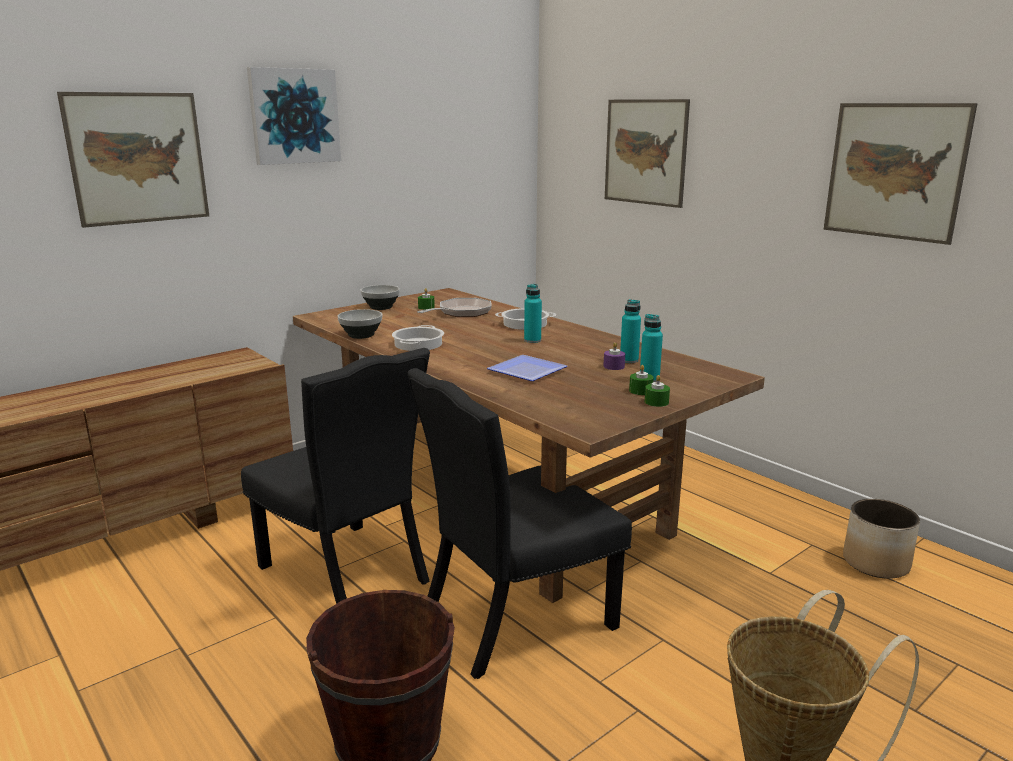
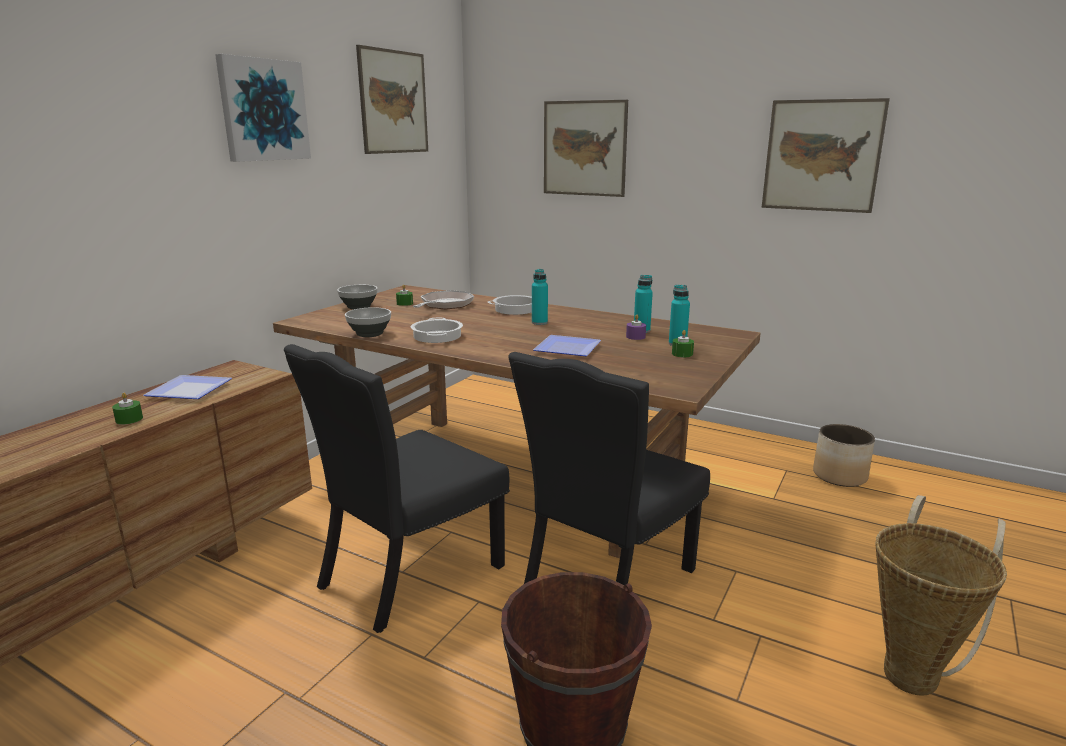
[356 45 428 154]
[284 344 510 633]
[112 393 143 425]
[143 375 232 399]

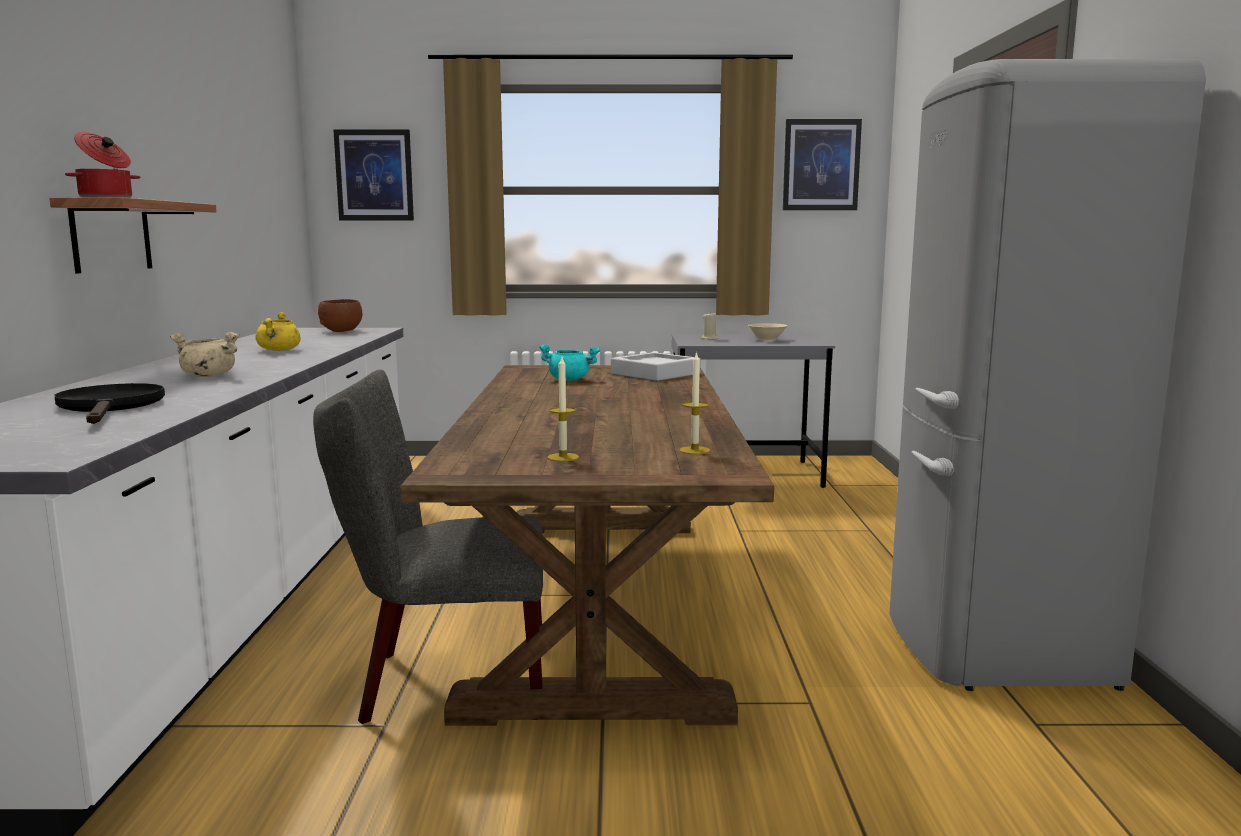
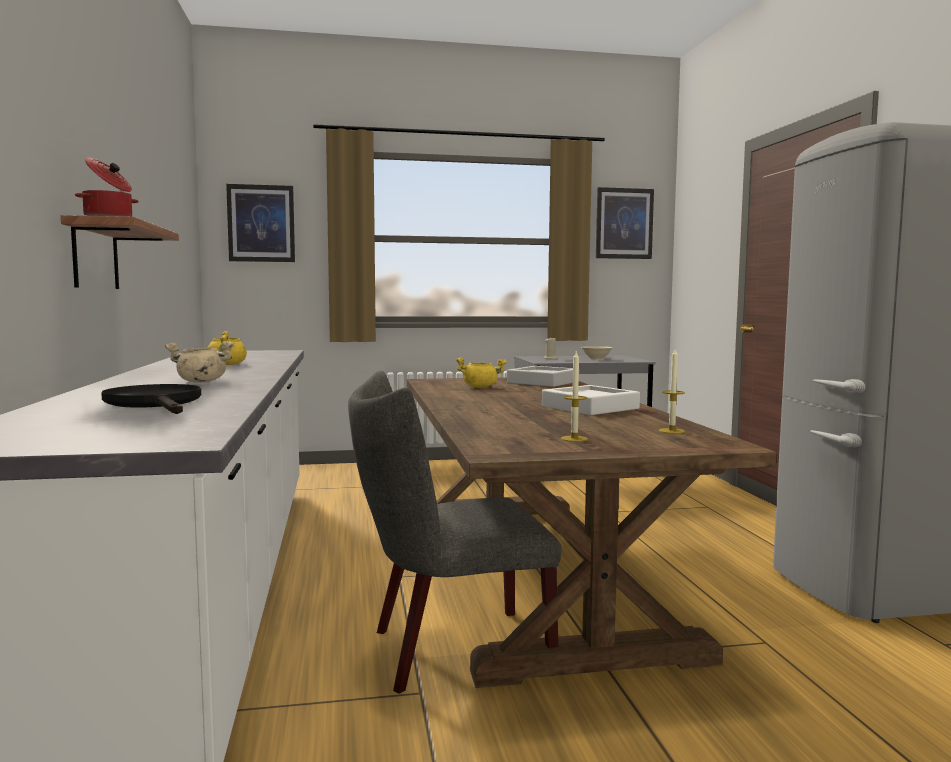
[318 299 362 332] (first image)
[456 357 507 388]
[542 385 640 415]

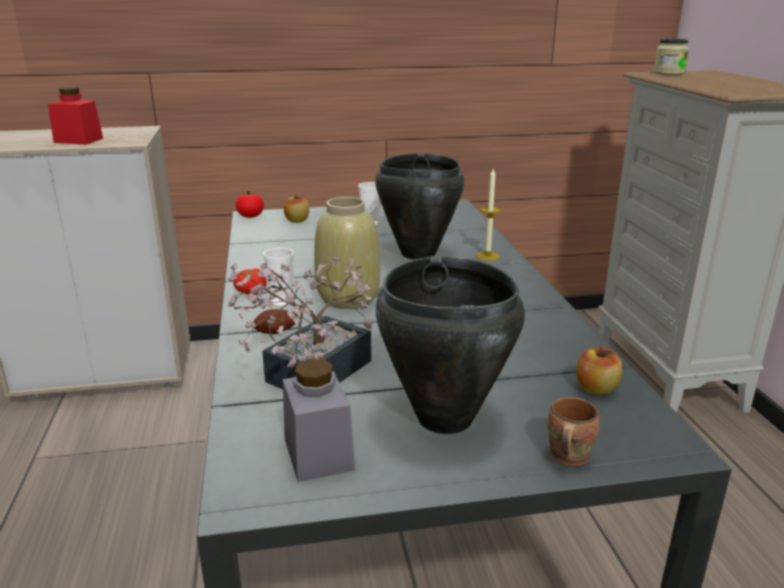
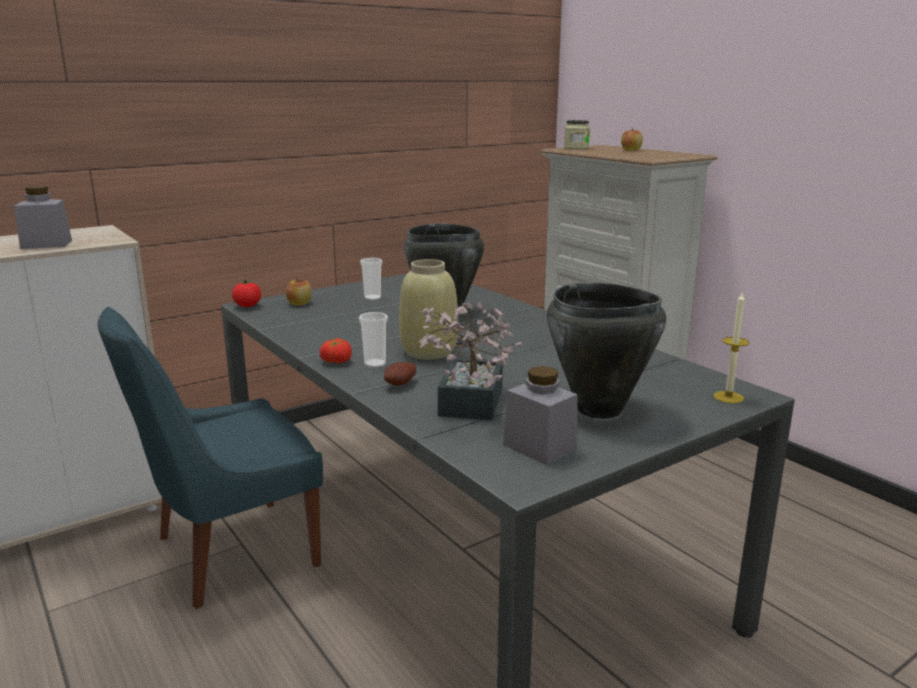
[14 186 72 249]
[713 293 749 403]
[621 128 643 151]
[548 397 599 466] (first image)
[98 307 323 609]

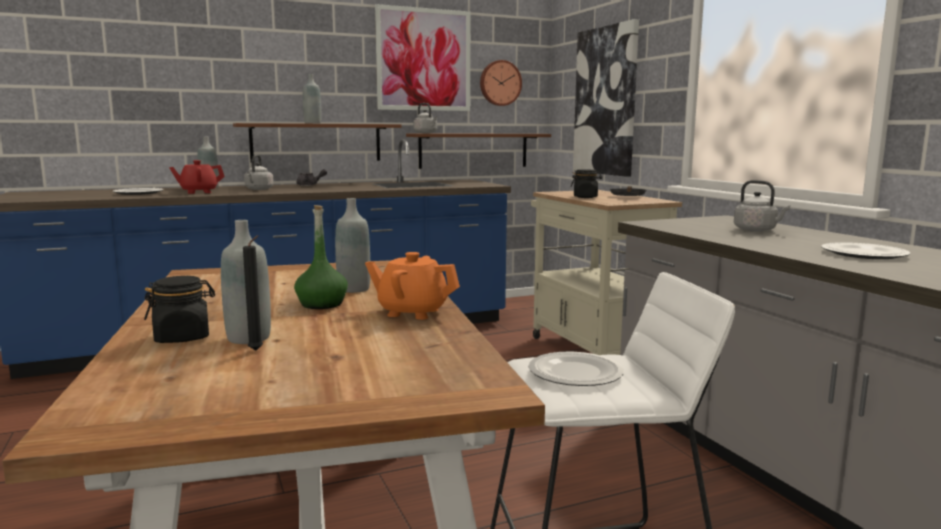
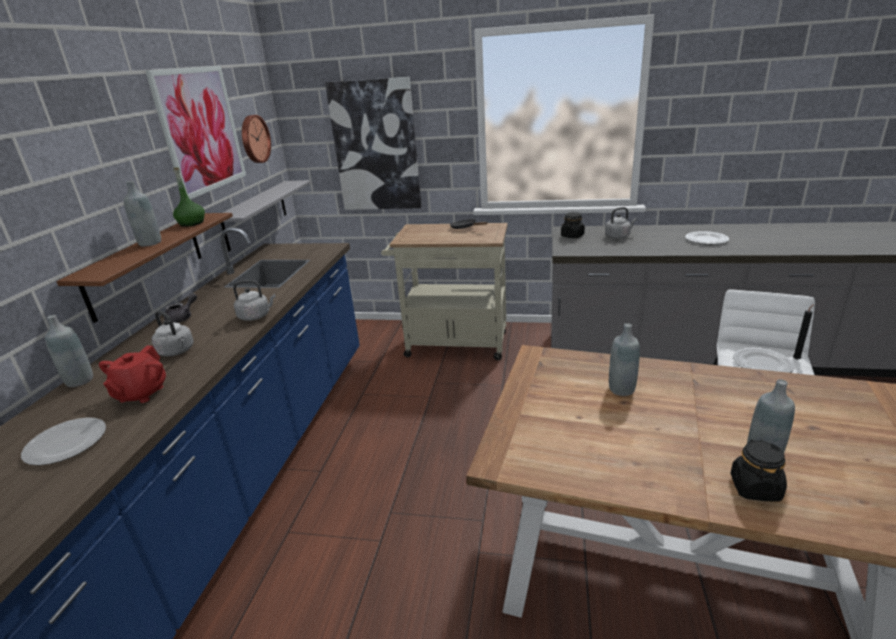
[233 280 276 321]
[221 180 311 251]
[561 212 585 238]
[173 167 205 227]
[793 304 814 360]
[365 252 460 320] (first image)

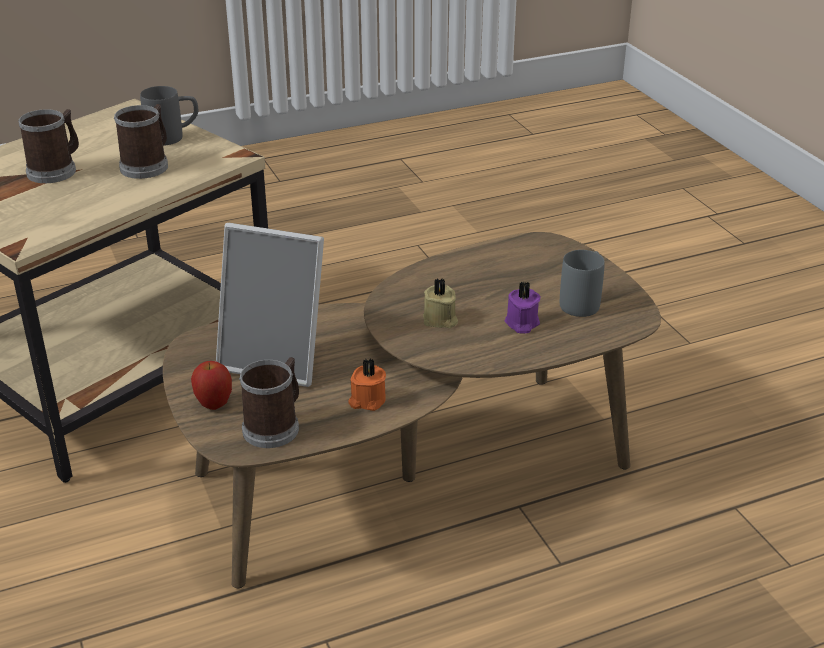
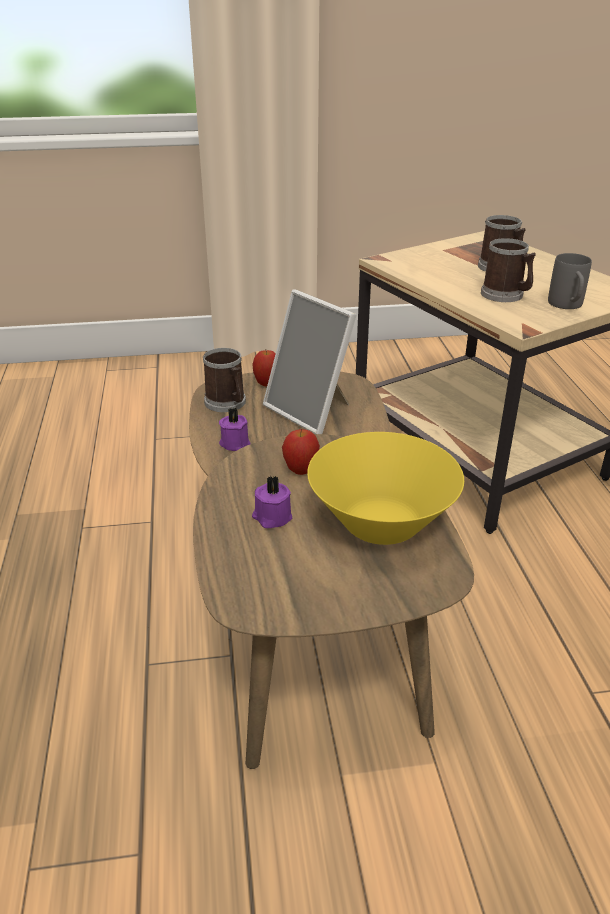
[263 289 356 434]
[560 250 605 317] (first image)
[282 429 320 475]
[219 407 251 451]
[307 432 464 545]

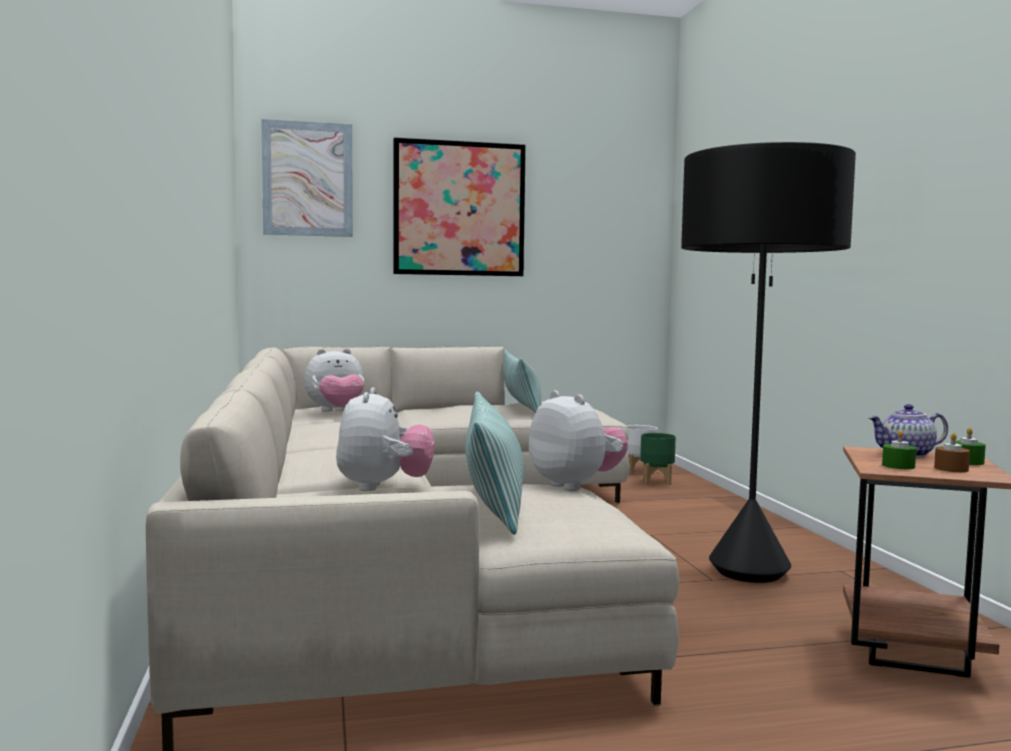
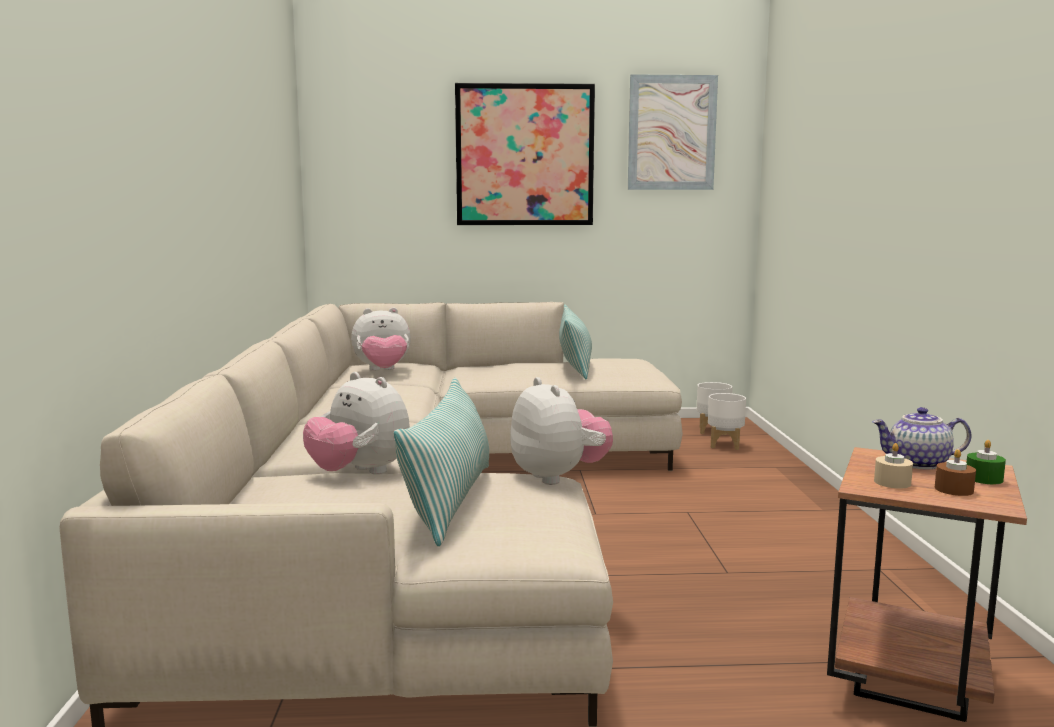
[628 74 718 190]
[681 142 856 583] (first image)
[303 372 410 475]
[874 443 913 488]
[708 393 746 450]

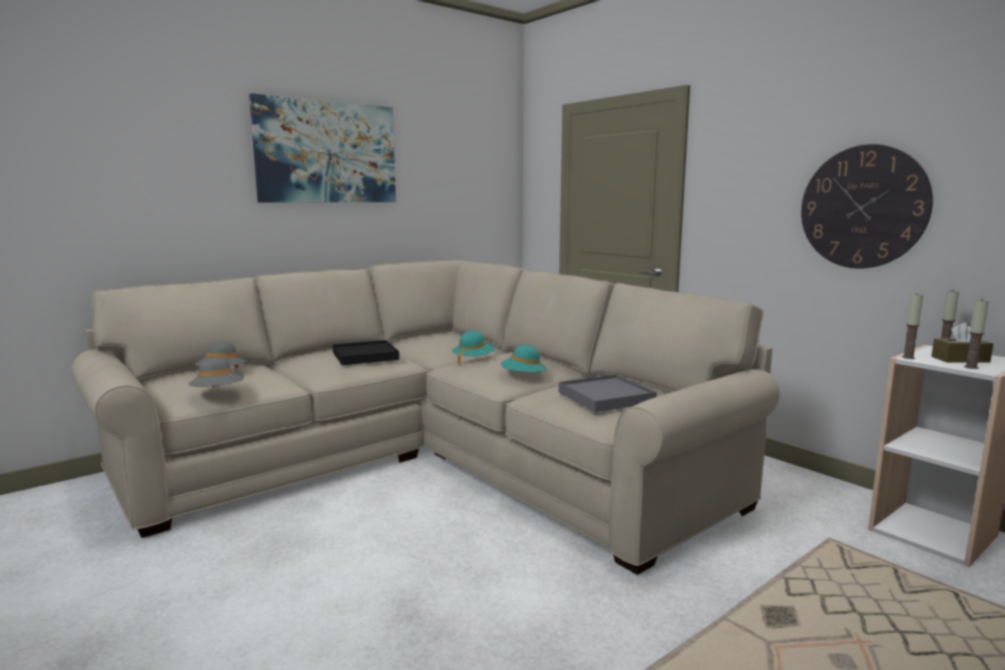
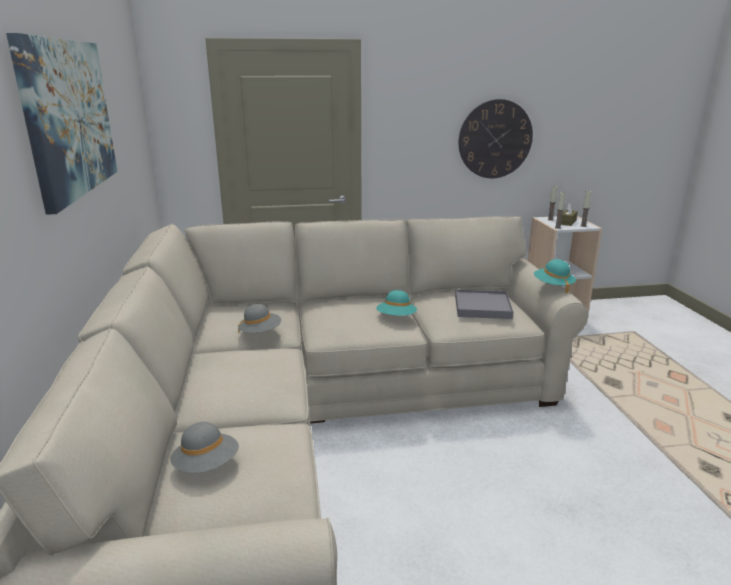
[534 259 576 293]
[333 340 399 365] (first image)
[238 304 281 333]

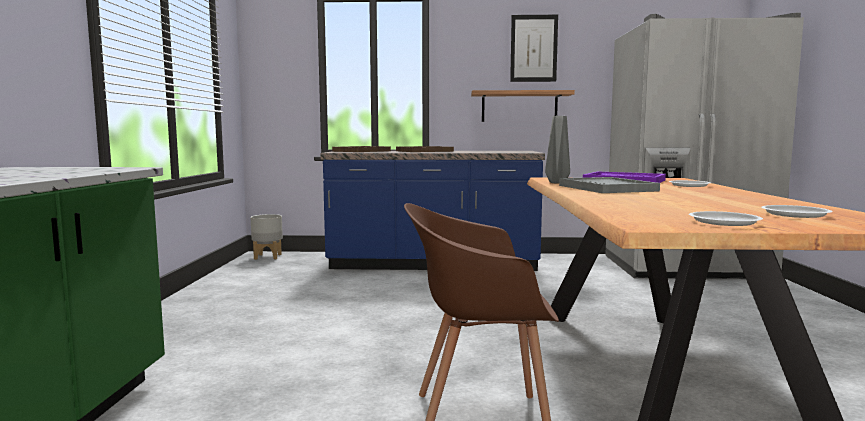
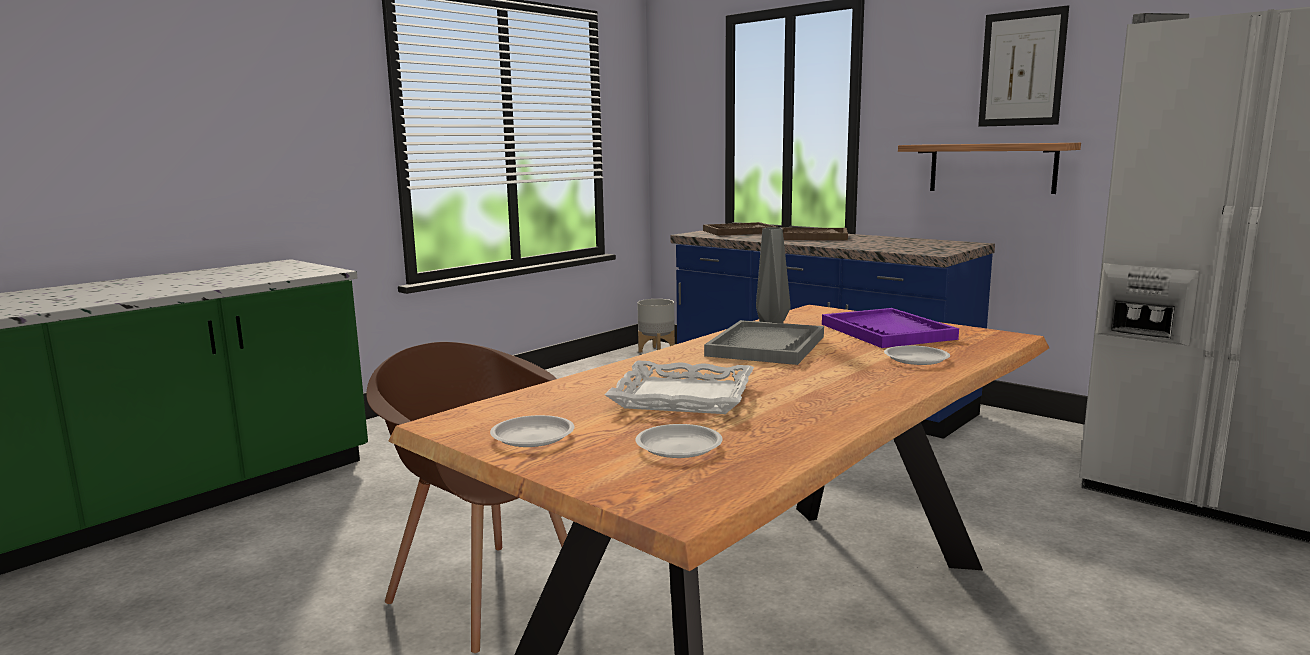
[605 360 754 414]

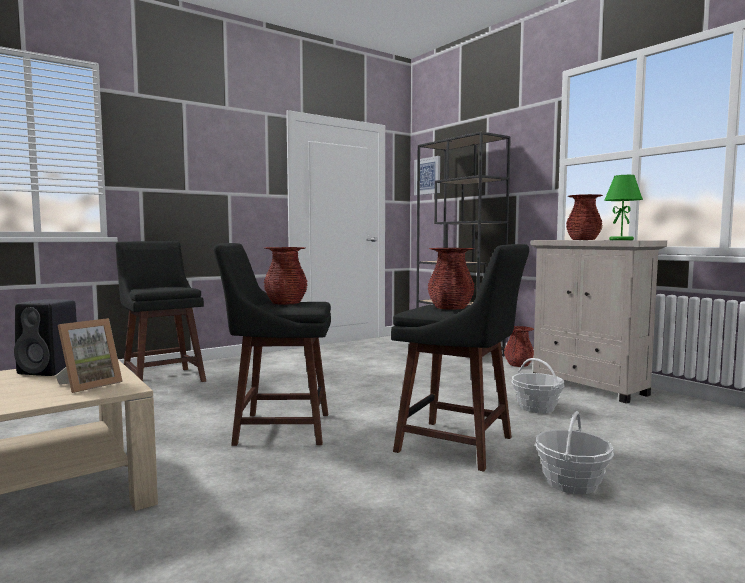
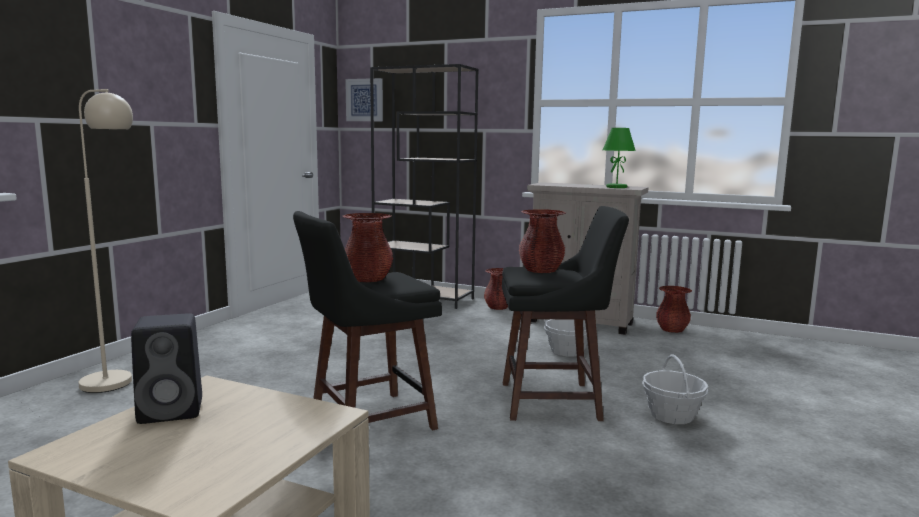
[656 286 692 333]
[78 89 133 393]
[55 318 123 393] (first image)

